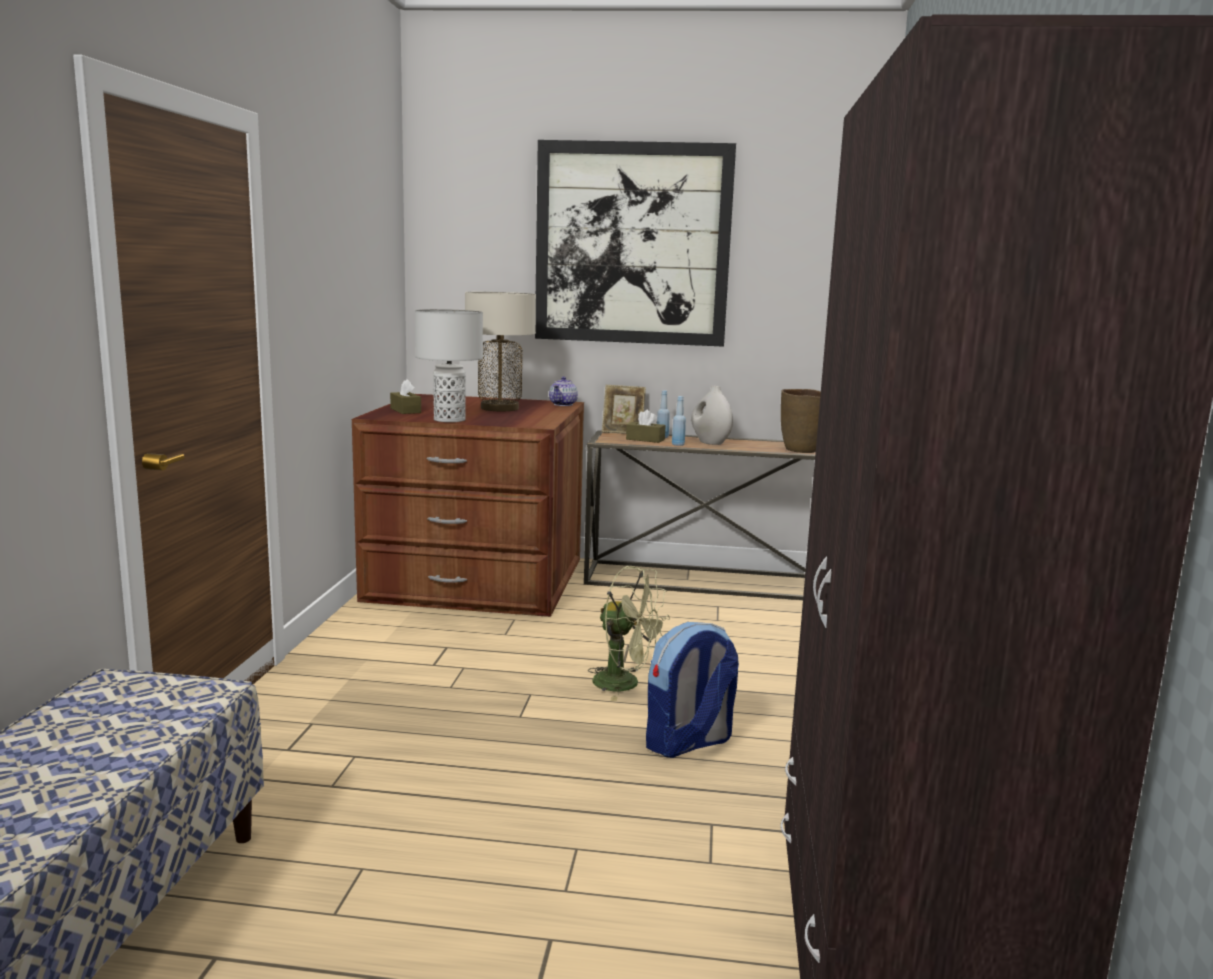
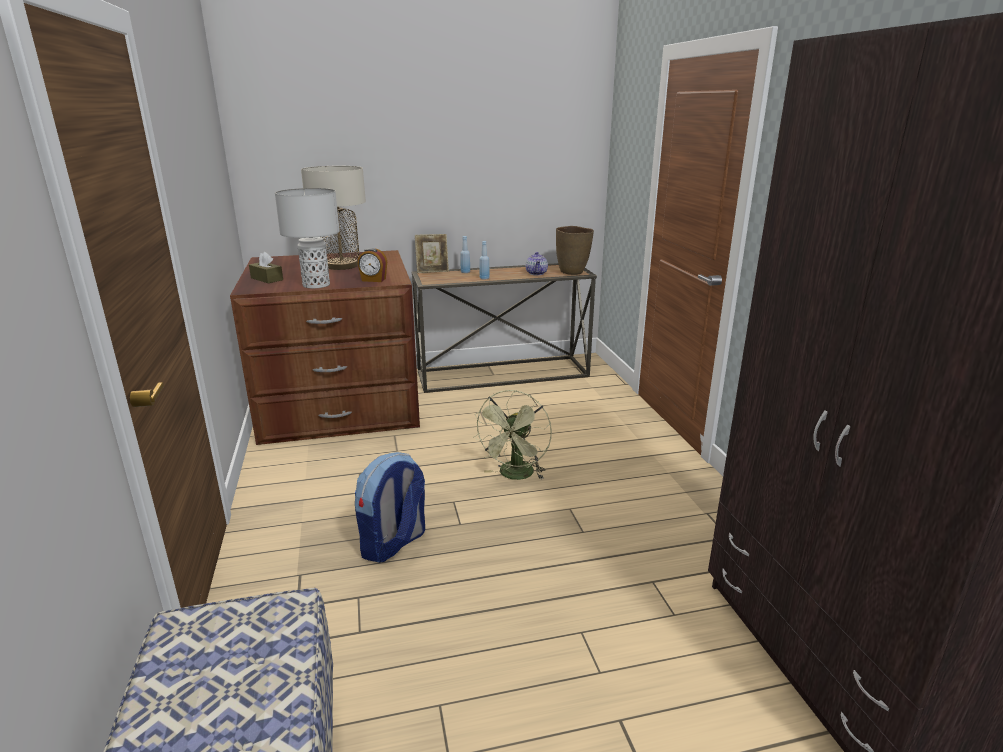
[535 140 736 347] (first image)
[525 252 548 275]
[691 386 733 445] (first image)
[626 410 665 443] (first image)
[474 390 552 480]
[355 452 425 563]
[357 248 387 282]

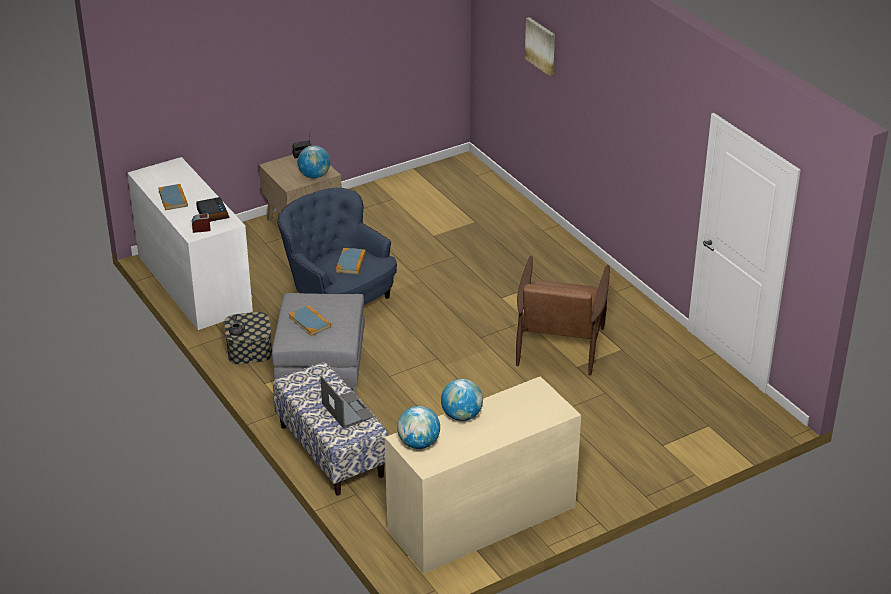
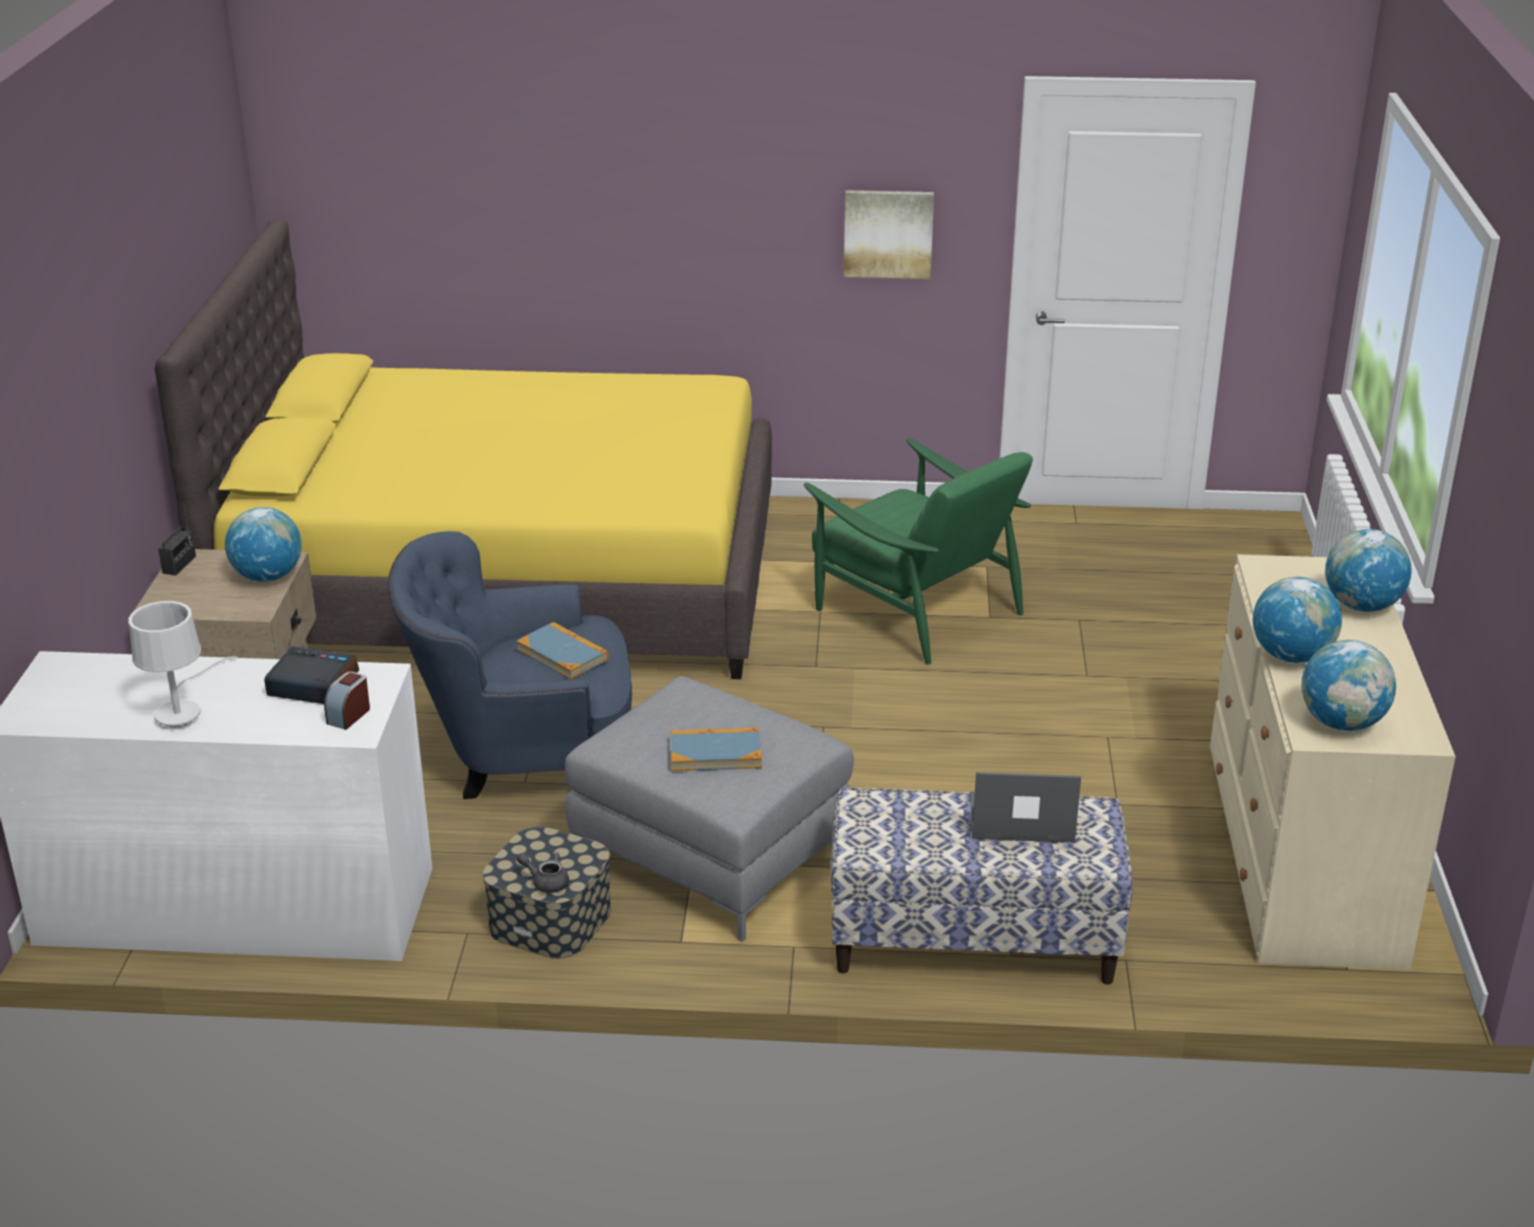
[844 190 934 279]
[128 601 237 728]
[804 438 1033 665]
[155 218 772 679]
[1325 529 1412 612]

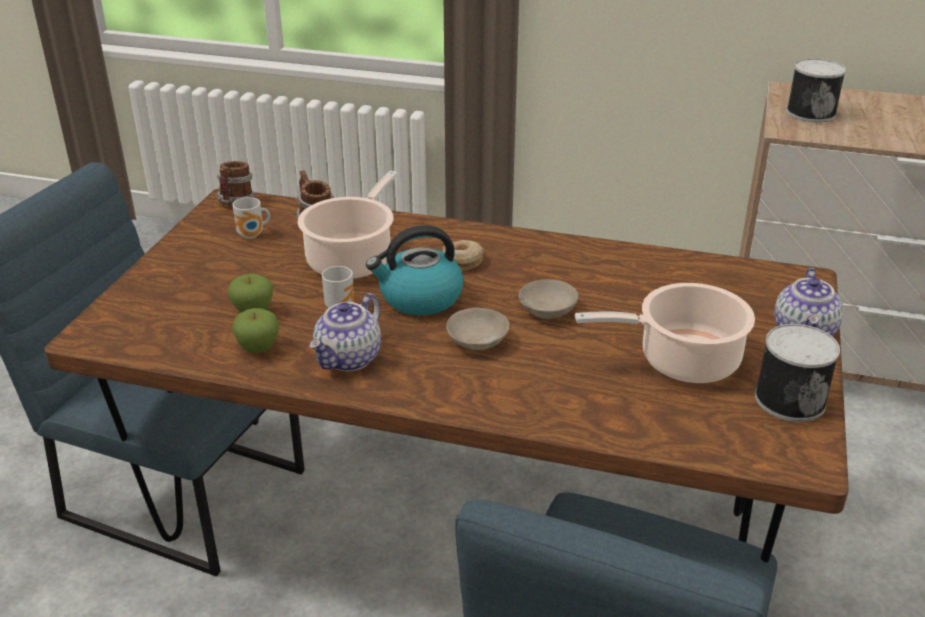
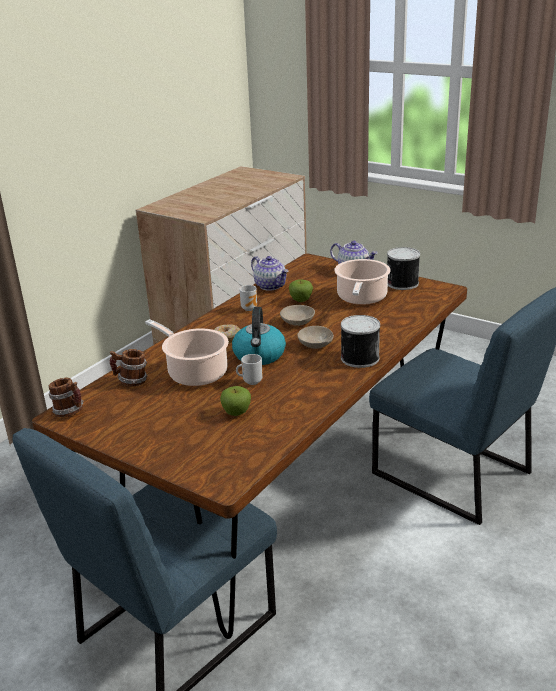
[341 315 380 368]
[239 285 257 311]
[251 256 288 291]
[289 279 313 302]

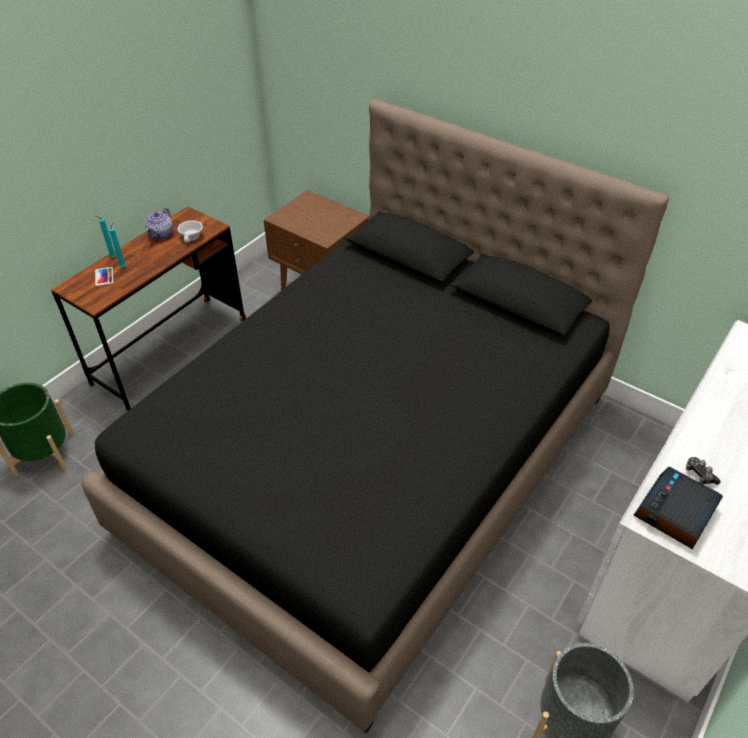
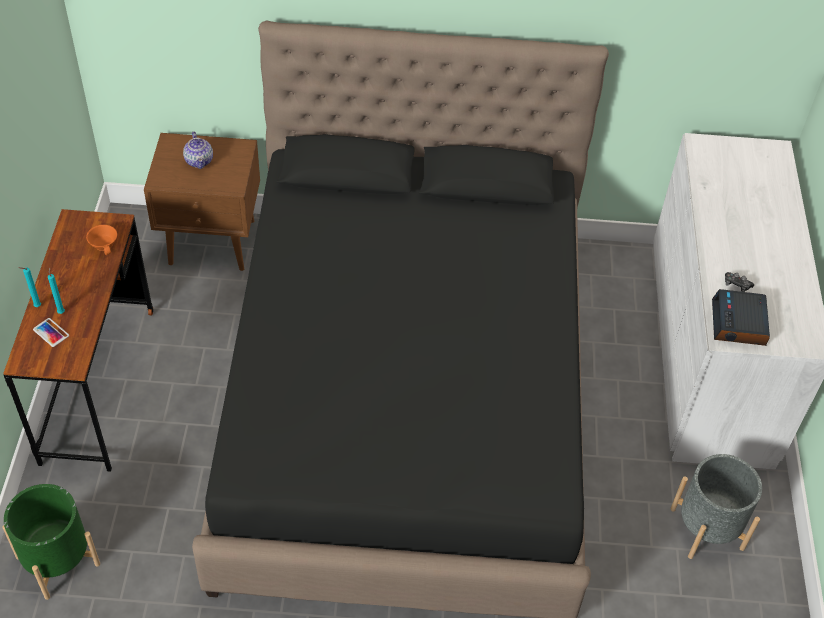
[183 131 213 169]
[86 225 117 255]

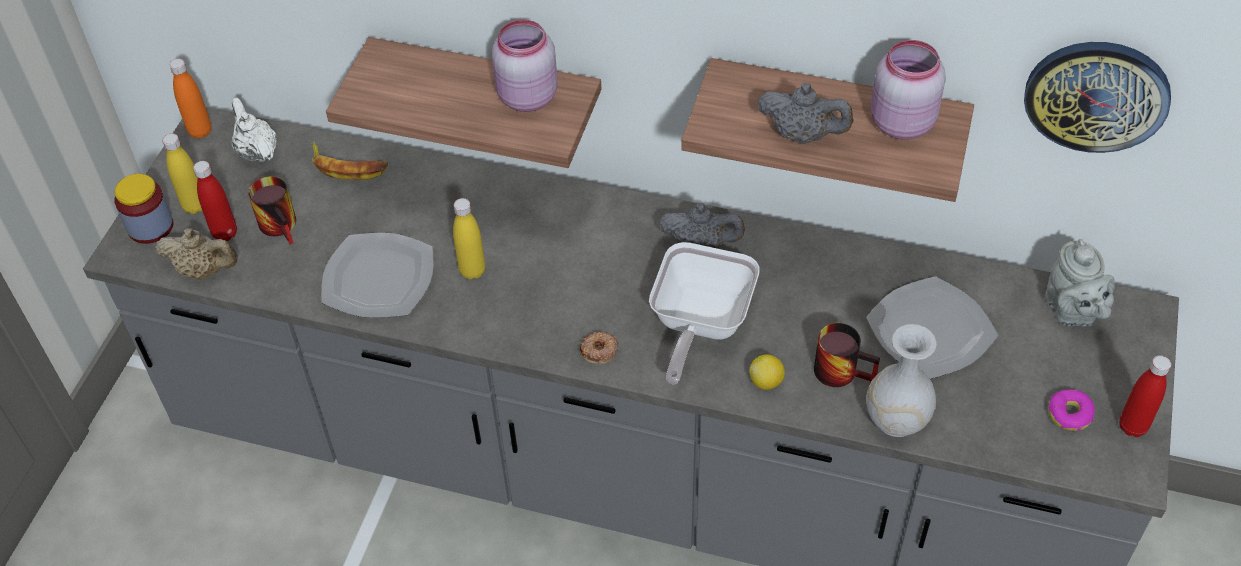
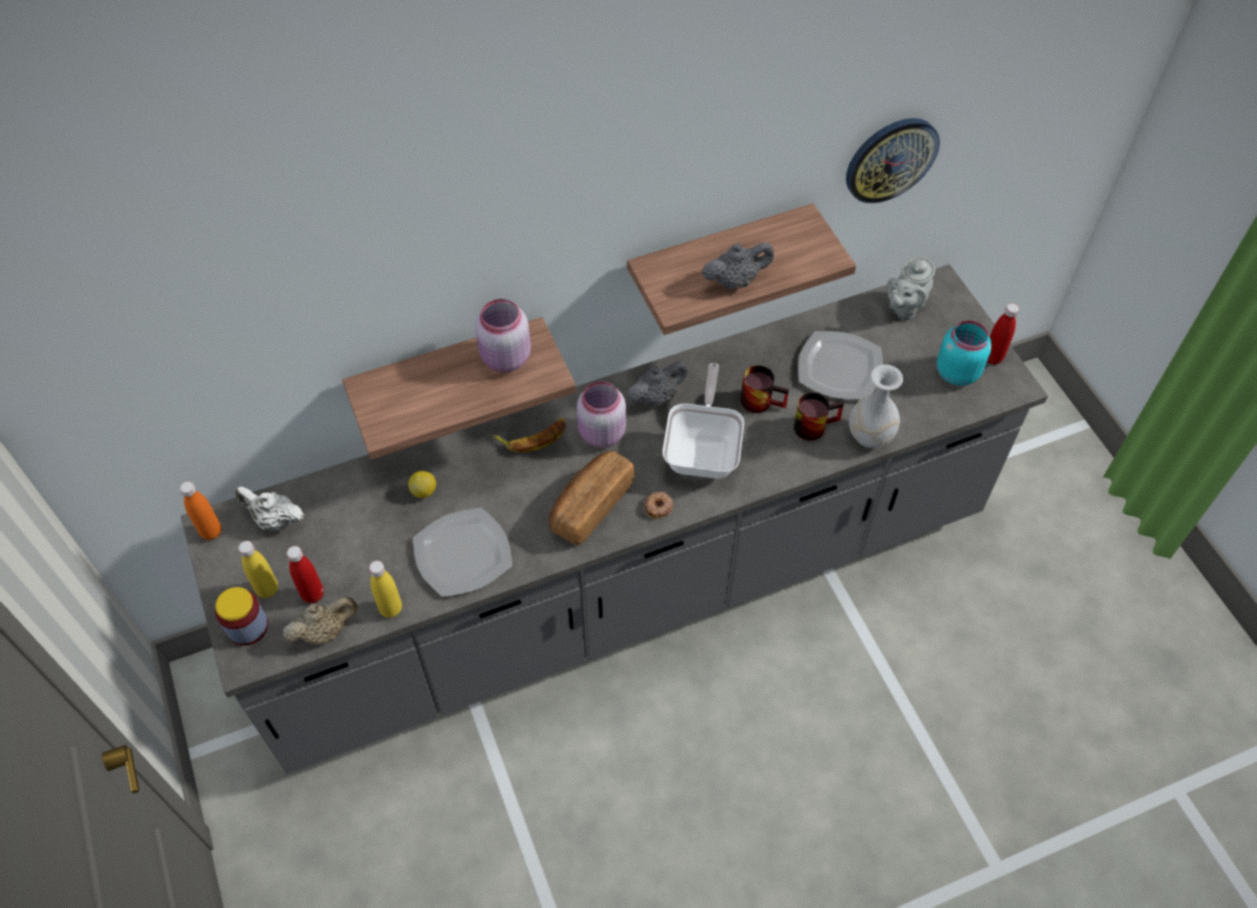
[577 381 626 448]
[492 418 566 453]
[740 365 789 413]
[369 561 402 618]
[887 257 935 320]
[662 363 744 479]
[408 471 436 498]
[937 320 992 386]
[549 451 635 545]

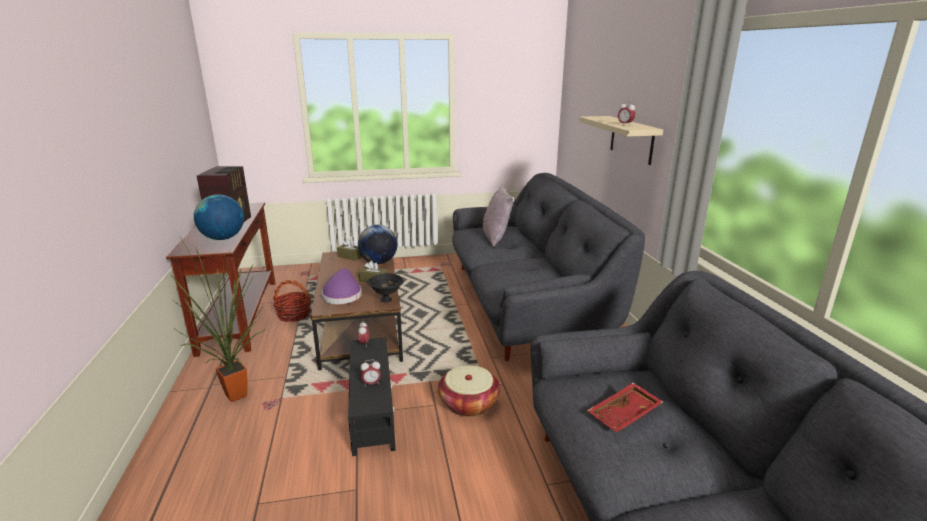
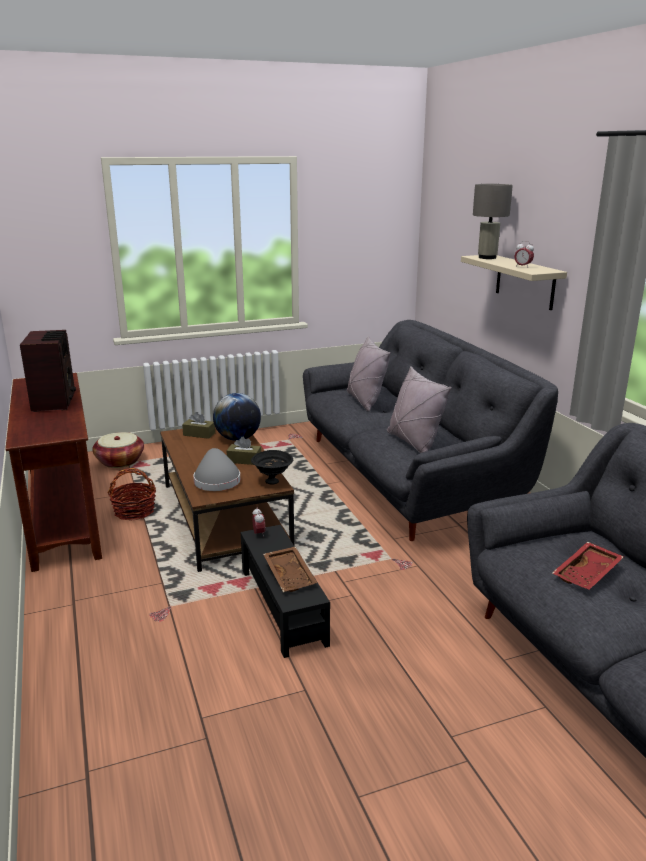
[194 194 244 240] (first image)
[170 237 265 402] (first image)
[193 448 241 491]
[263 546 317 592]
[92 432 144 468]
[473 184 513 259]
[387 366 452 453]

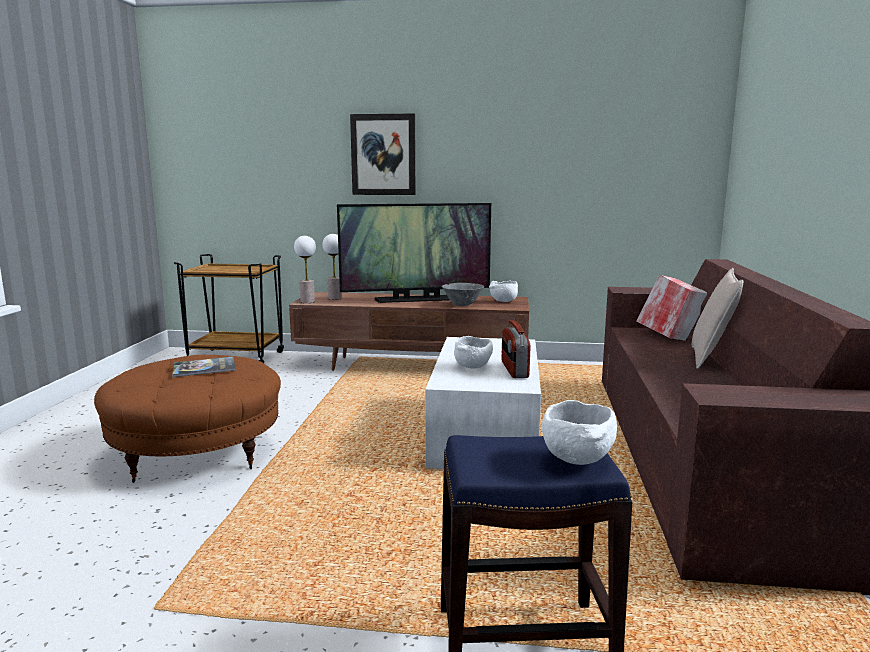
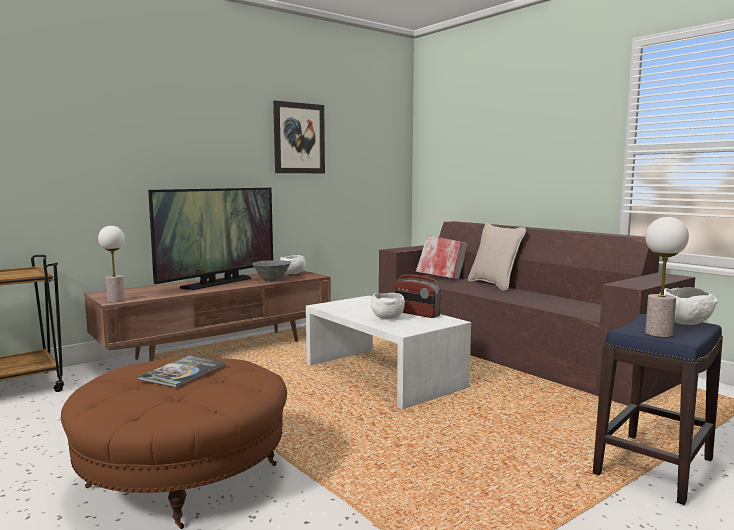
[273 101 325 173]
[645 217 689 337]

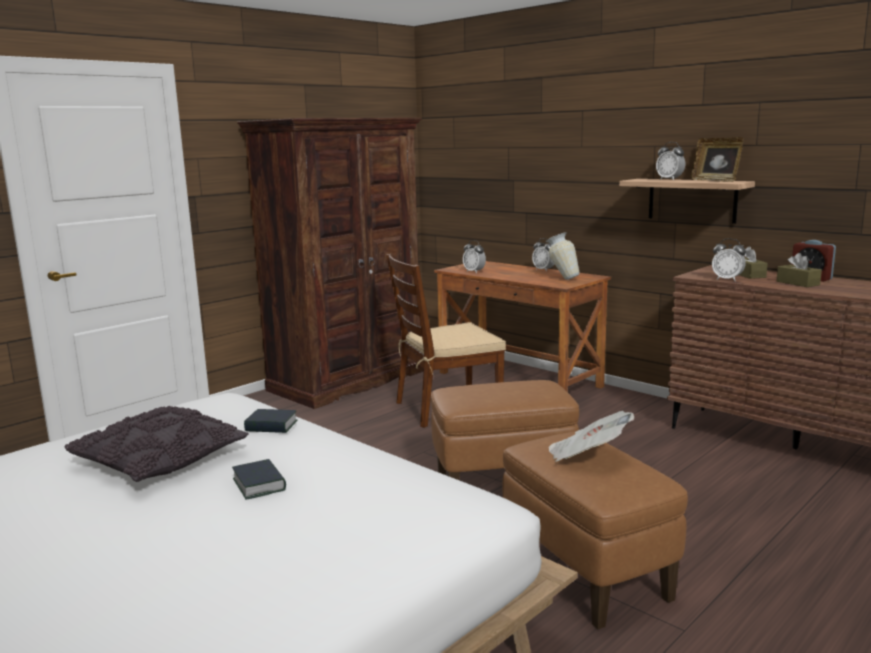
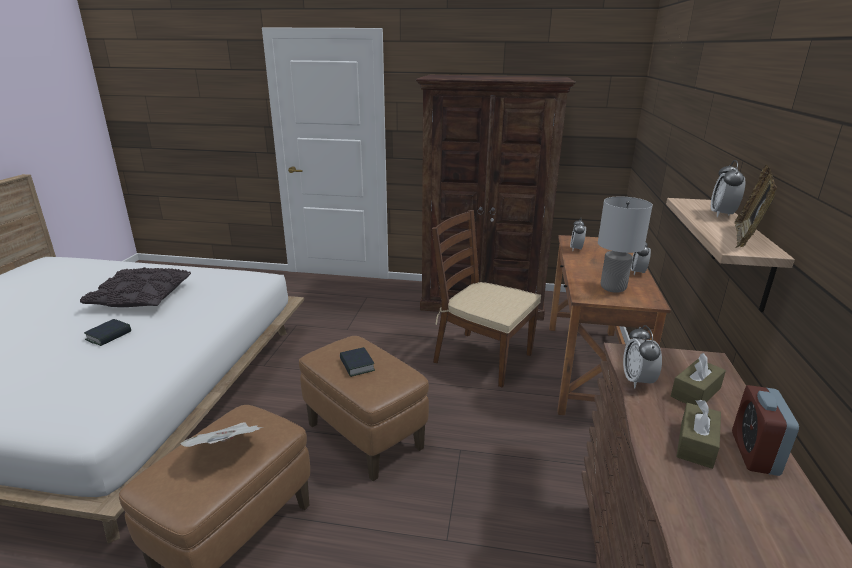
[598 196 653 293]
[340 347 375 377]

